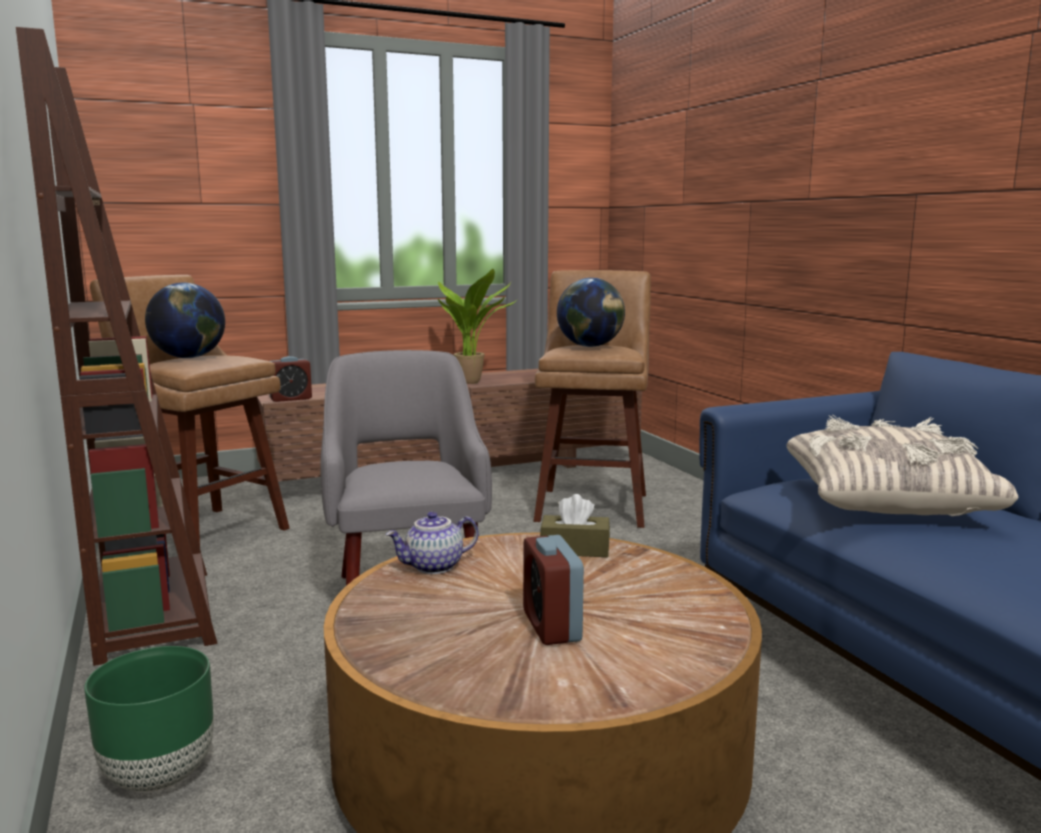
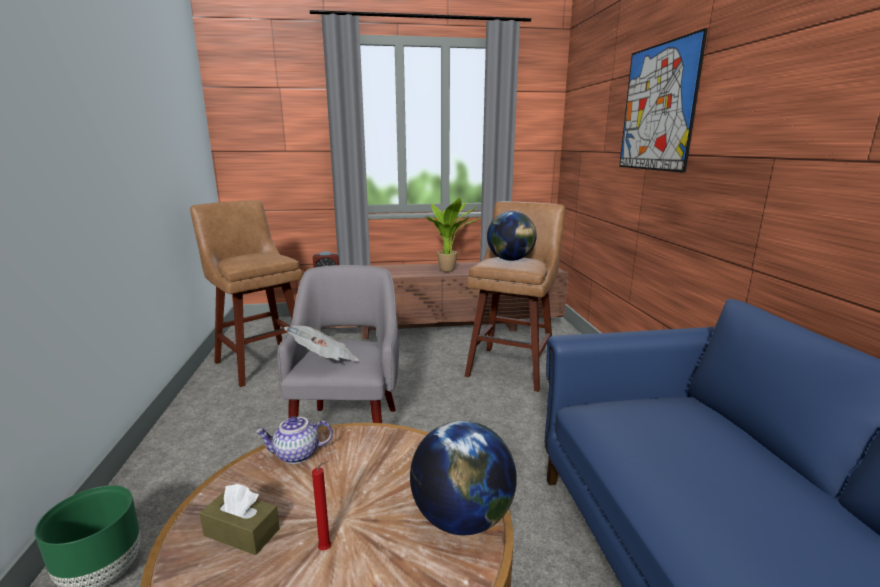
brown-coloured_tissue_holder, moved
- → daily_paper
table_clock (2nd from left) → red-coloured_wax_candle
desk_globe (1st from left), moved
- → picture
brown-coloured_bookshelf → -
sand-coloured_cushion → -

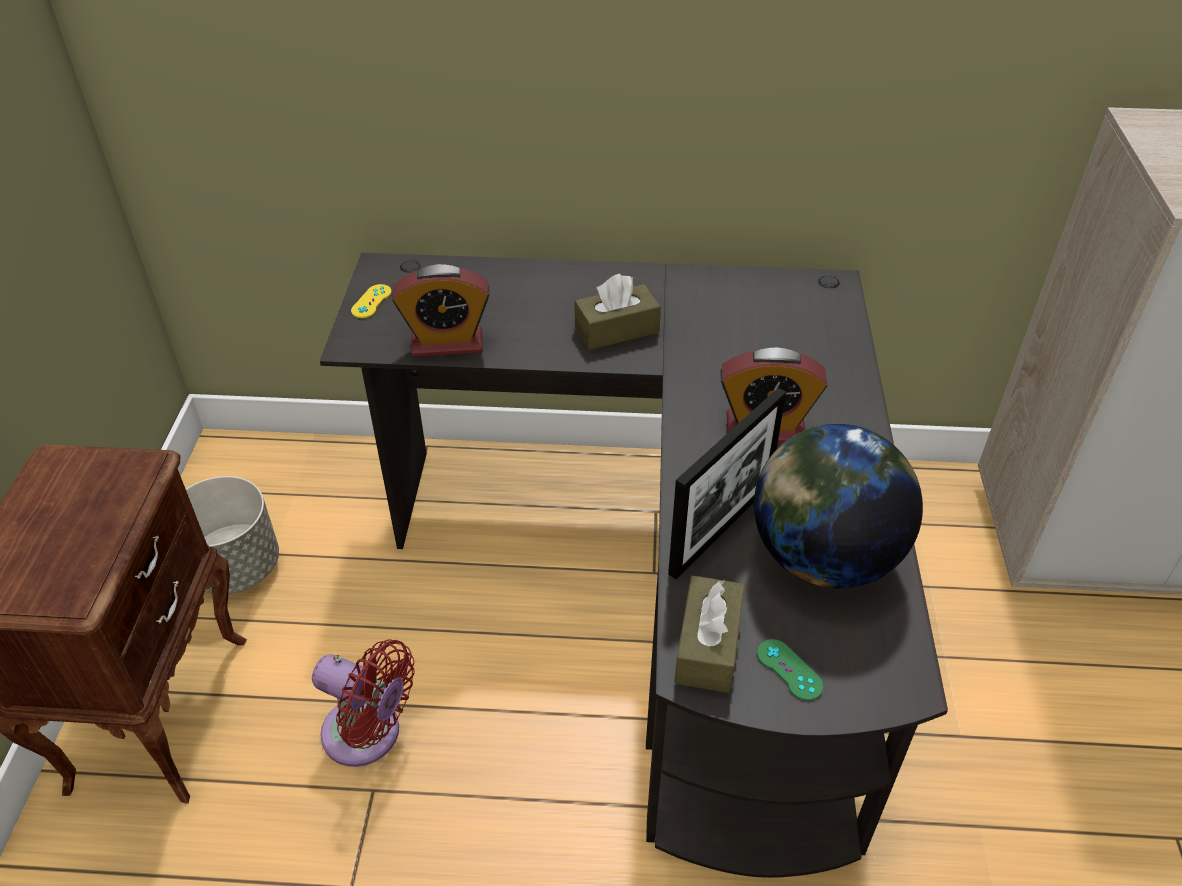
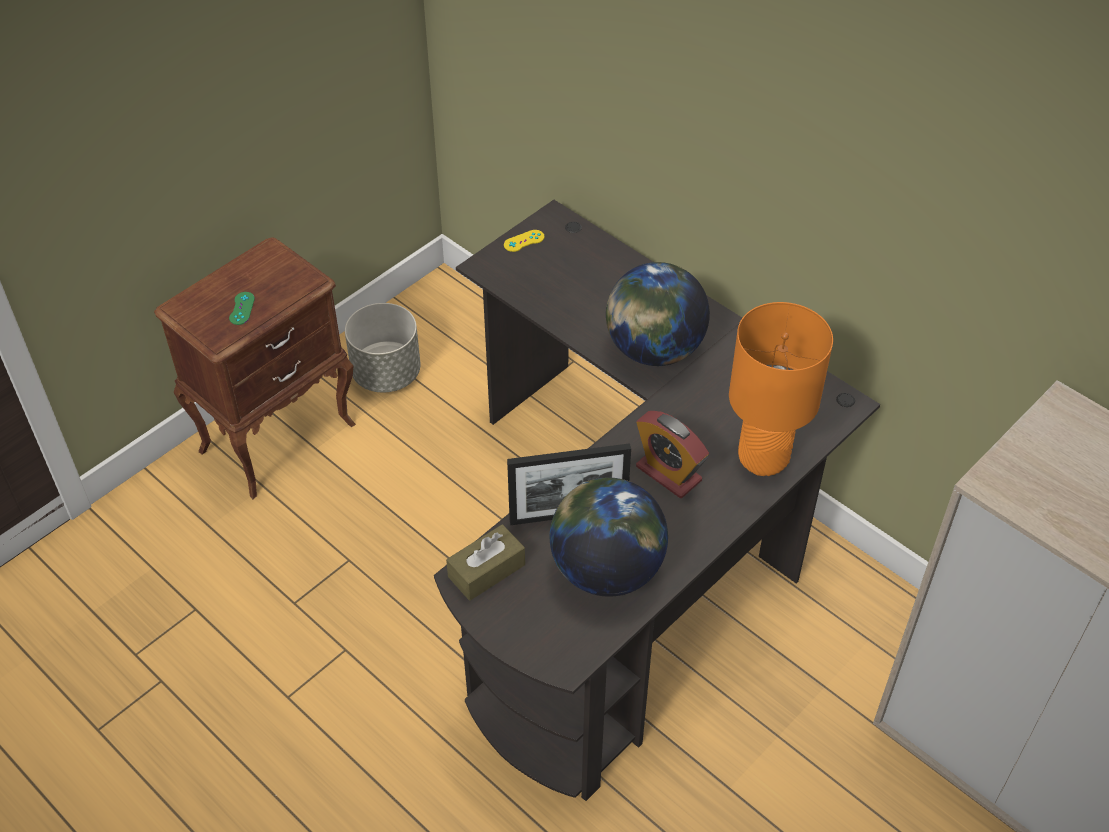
green_joypad, moved
brown-coloured_tissue_holder (1st from left) → desk_globe (2nd from left)
- → orange_table_lamp
red-coloured_cooling_fan → -
table_clock (1st from left) → -

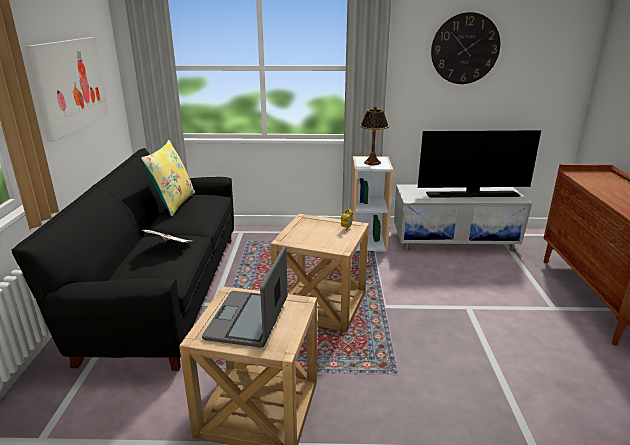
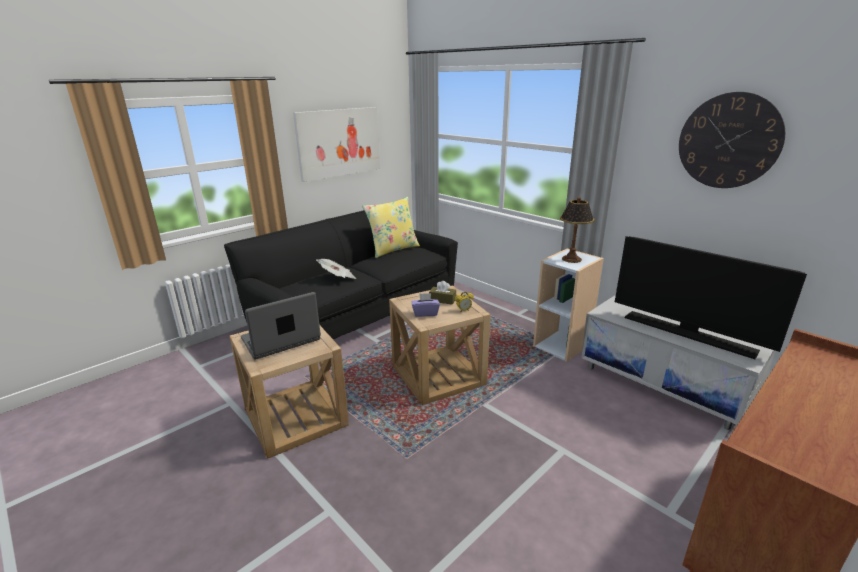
- → purple_tissue_holder
- → brown-coloured_tissue_holder

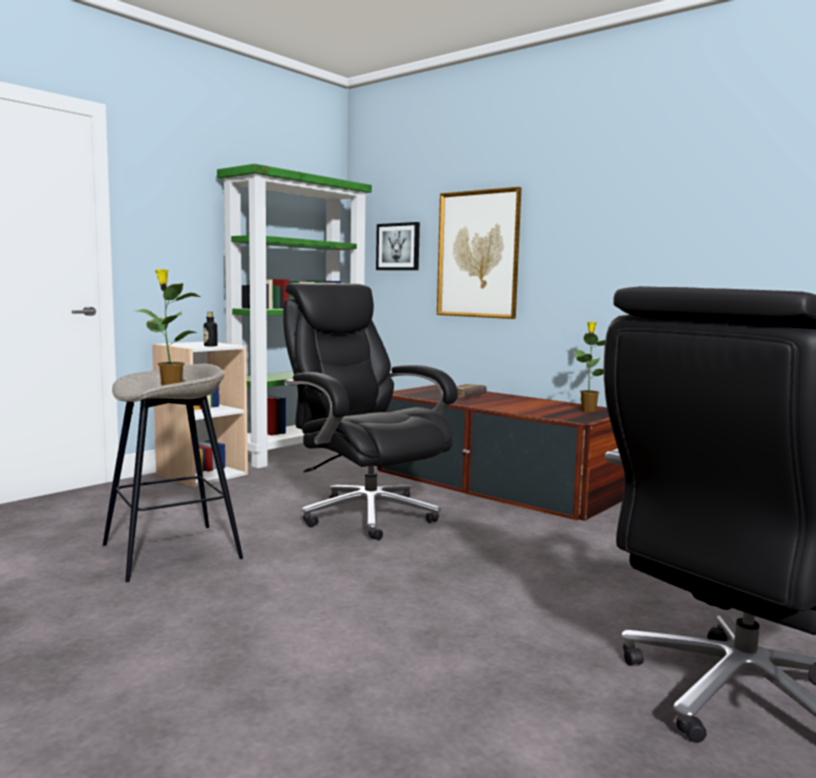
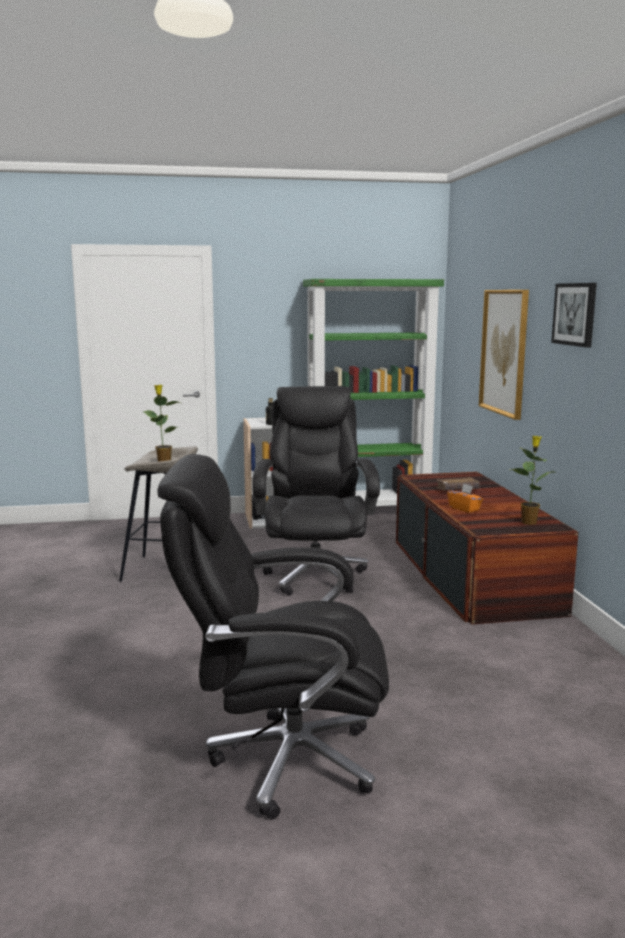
- → orange_tissue_holder
picture (1st from left in the first image) → picture (2nd from left), moved

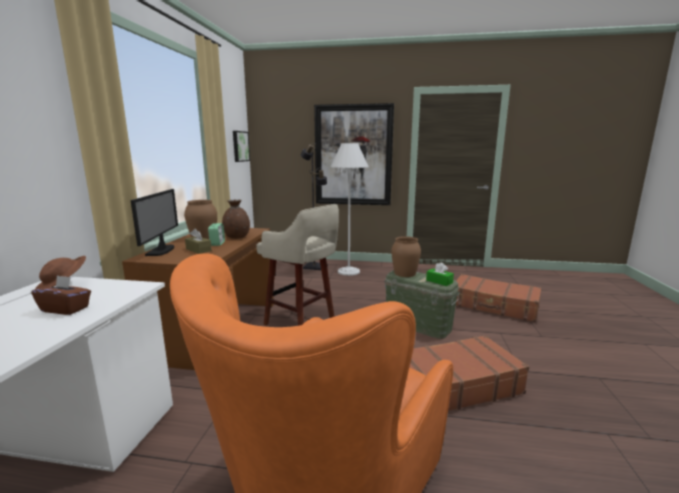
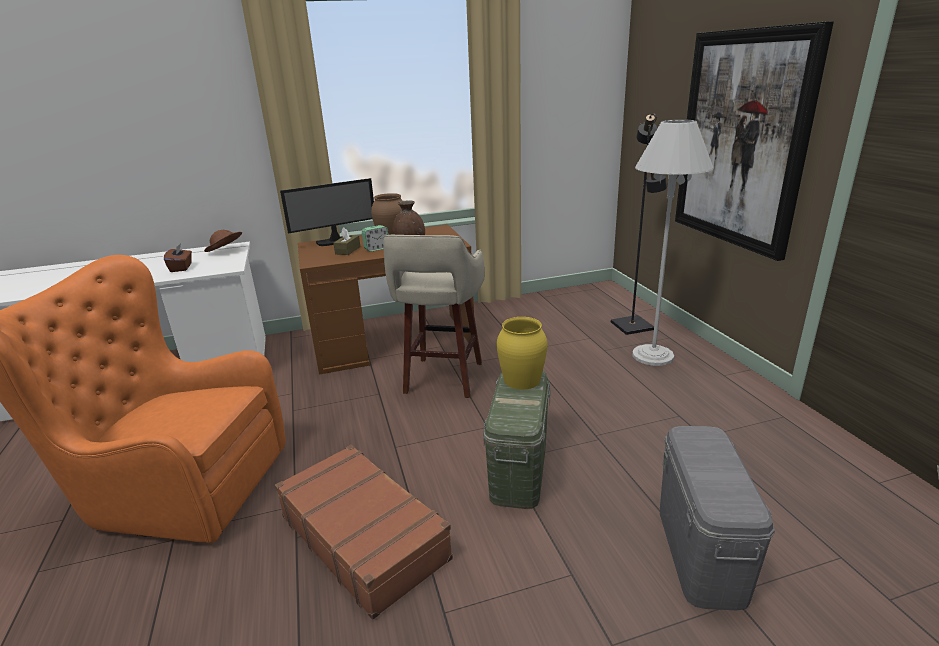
brown-coloured_decorative_vase (3rd from left) → yellow_decorative_vase
brown-coloured_suitcase (2nd from left) → gray_storage_bin
picture (1st from left) → -
green_tissue_holder → -

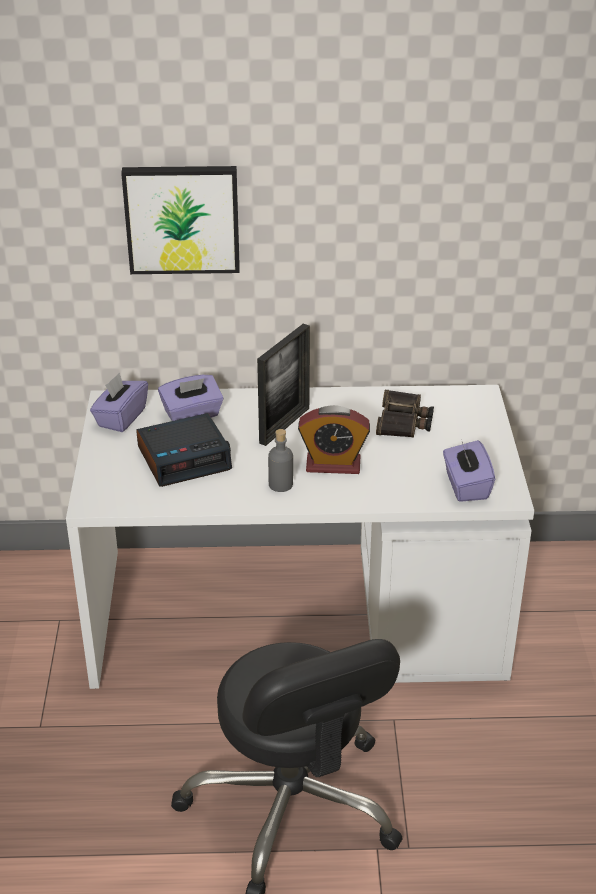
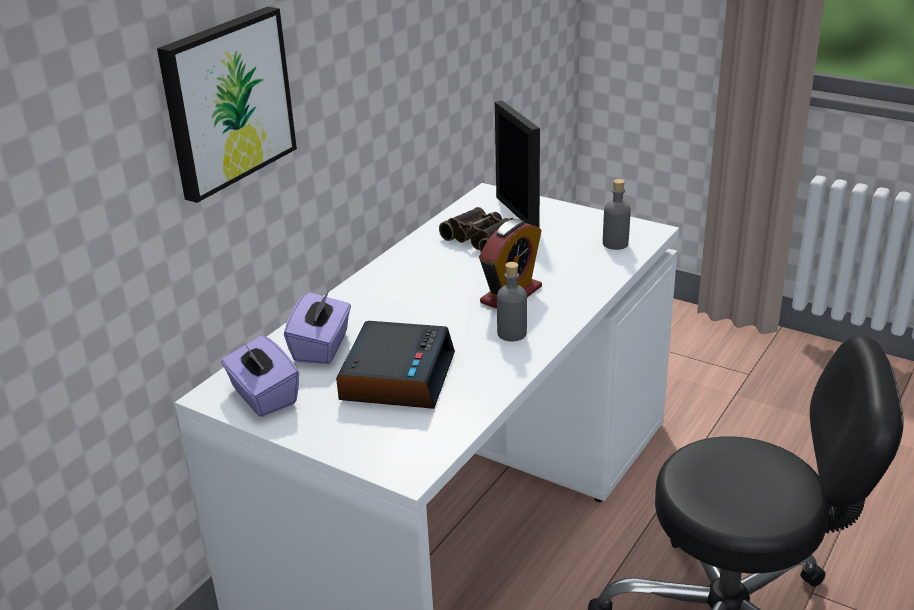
photo_frame, moved
purple_tissue_holder (3rd from left) → gray_beverage_bottle (2nd from left)

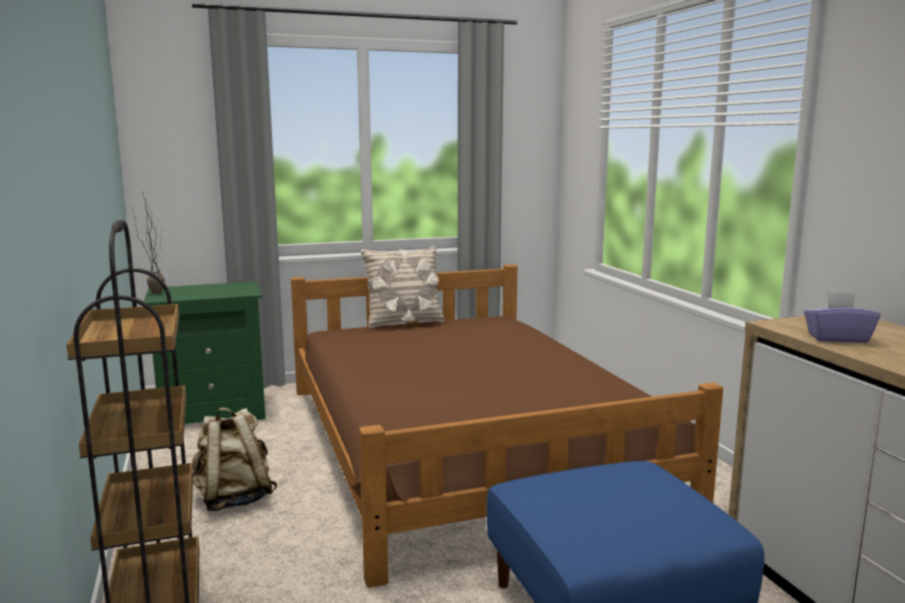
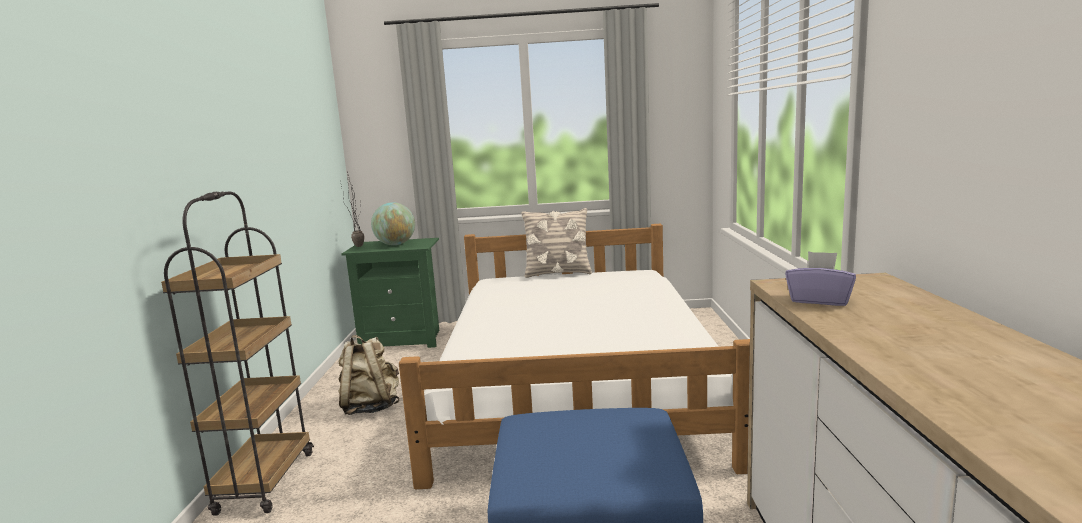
- → desk_globe
brown-coloured_bedroom_bed → white_bedroom_bed

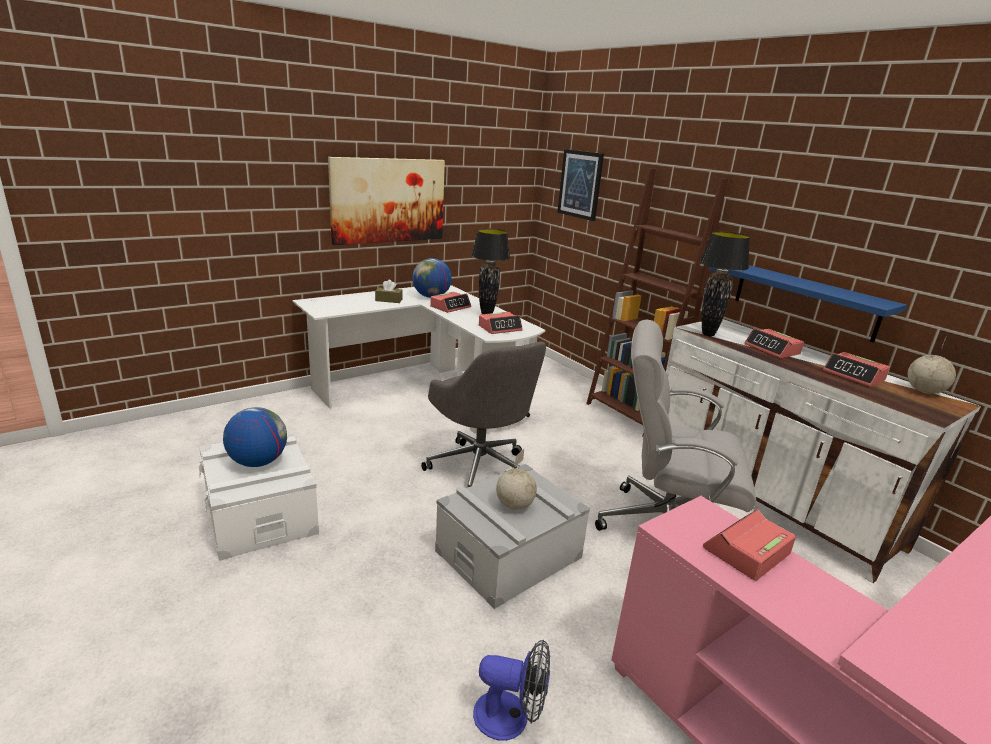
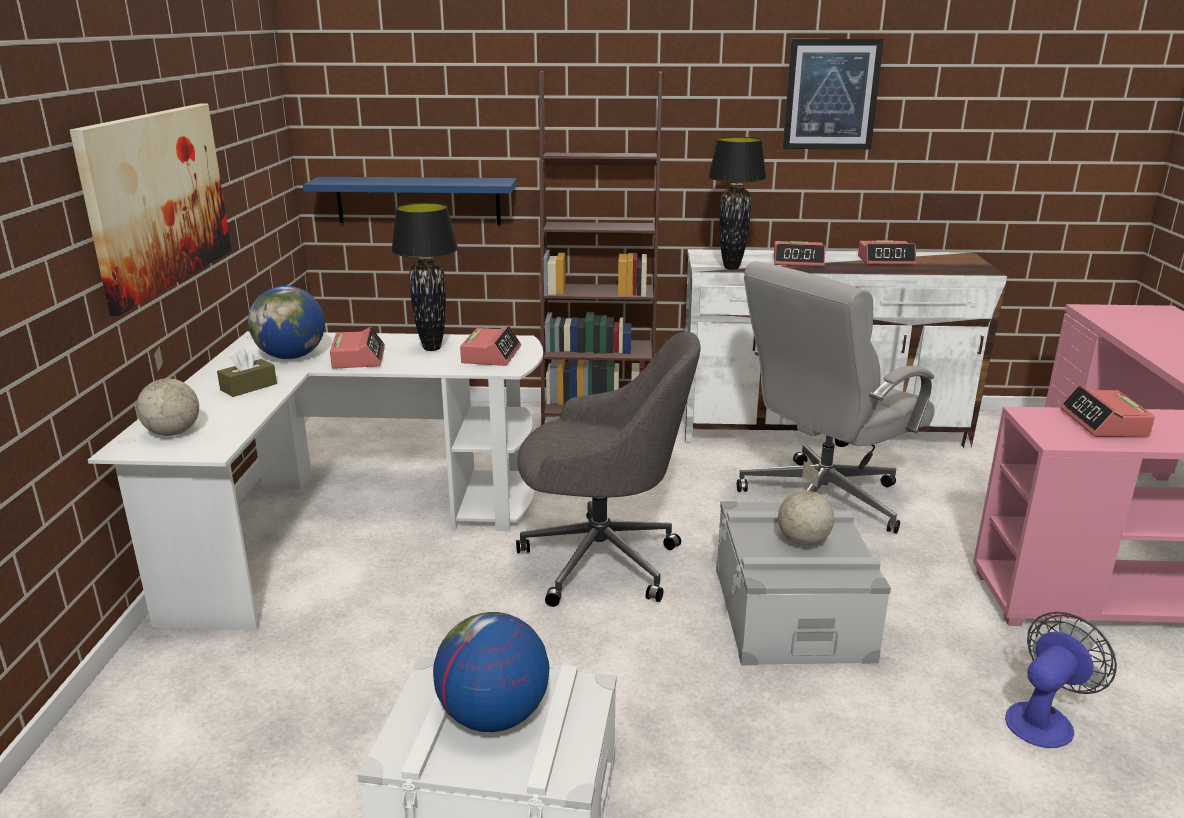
desk_globe (4th from left in the first image) → desk_globe (1st from left), moved
blue-coloured_shelf, moved
picture (2nd from left), moved

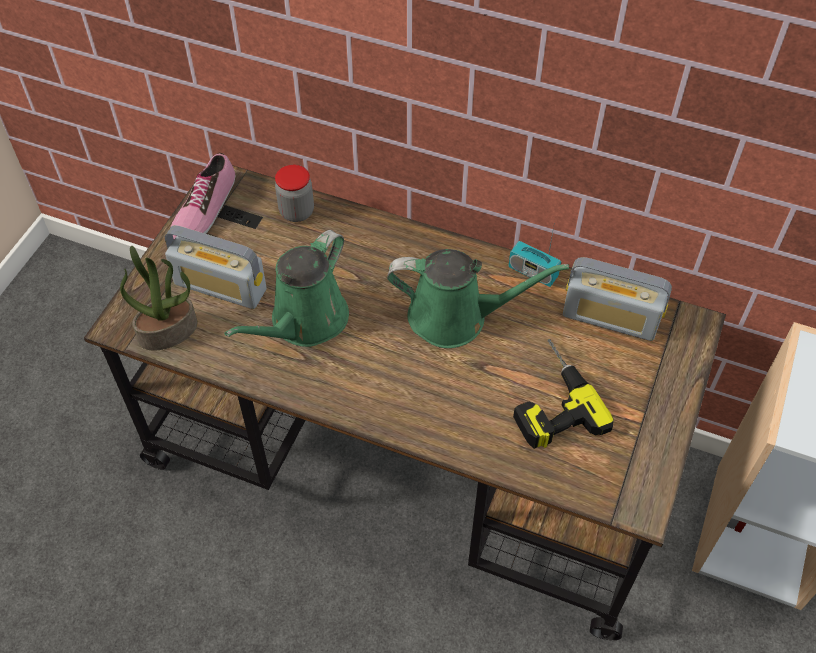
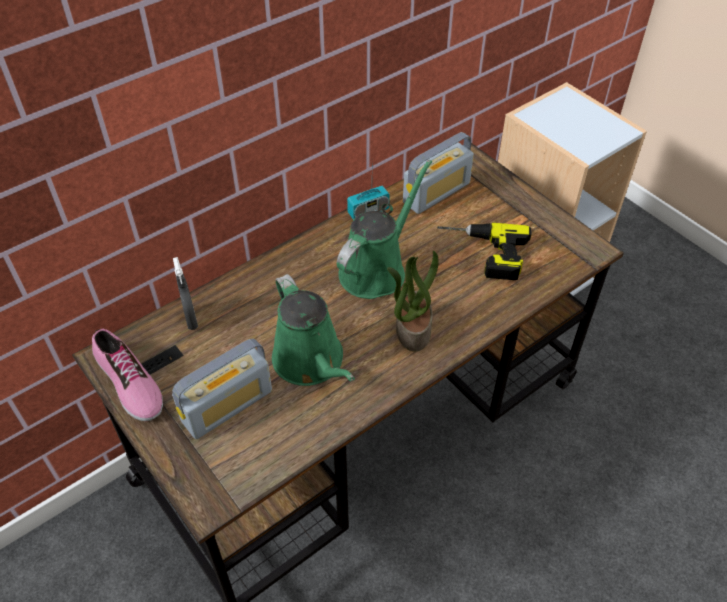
jar → gray_spray_bottle
plant_in_a_pot, moved

